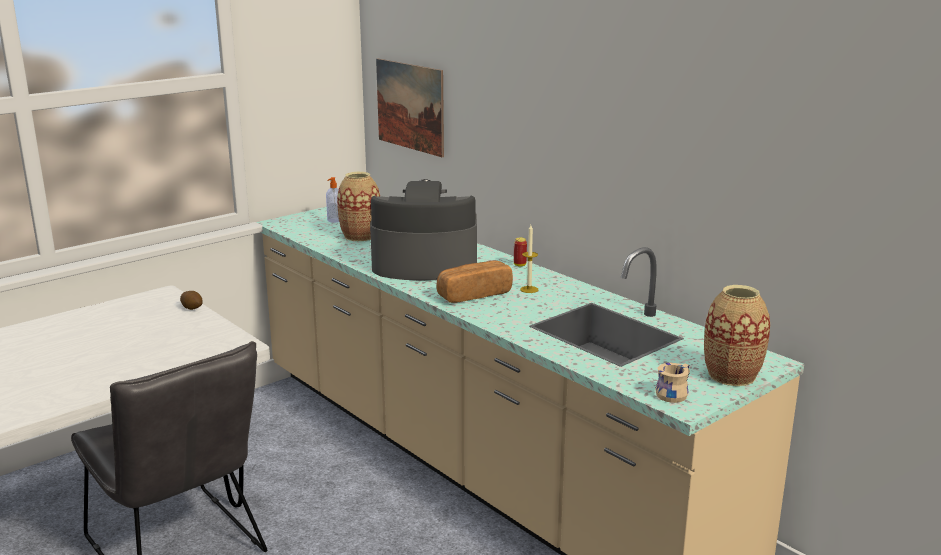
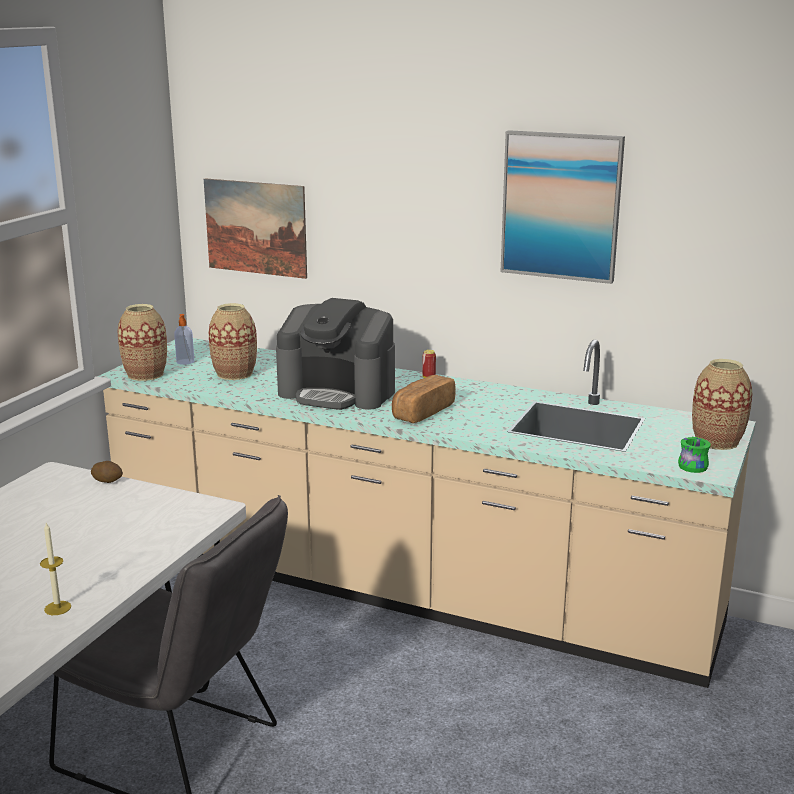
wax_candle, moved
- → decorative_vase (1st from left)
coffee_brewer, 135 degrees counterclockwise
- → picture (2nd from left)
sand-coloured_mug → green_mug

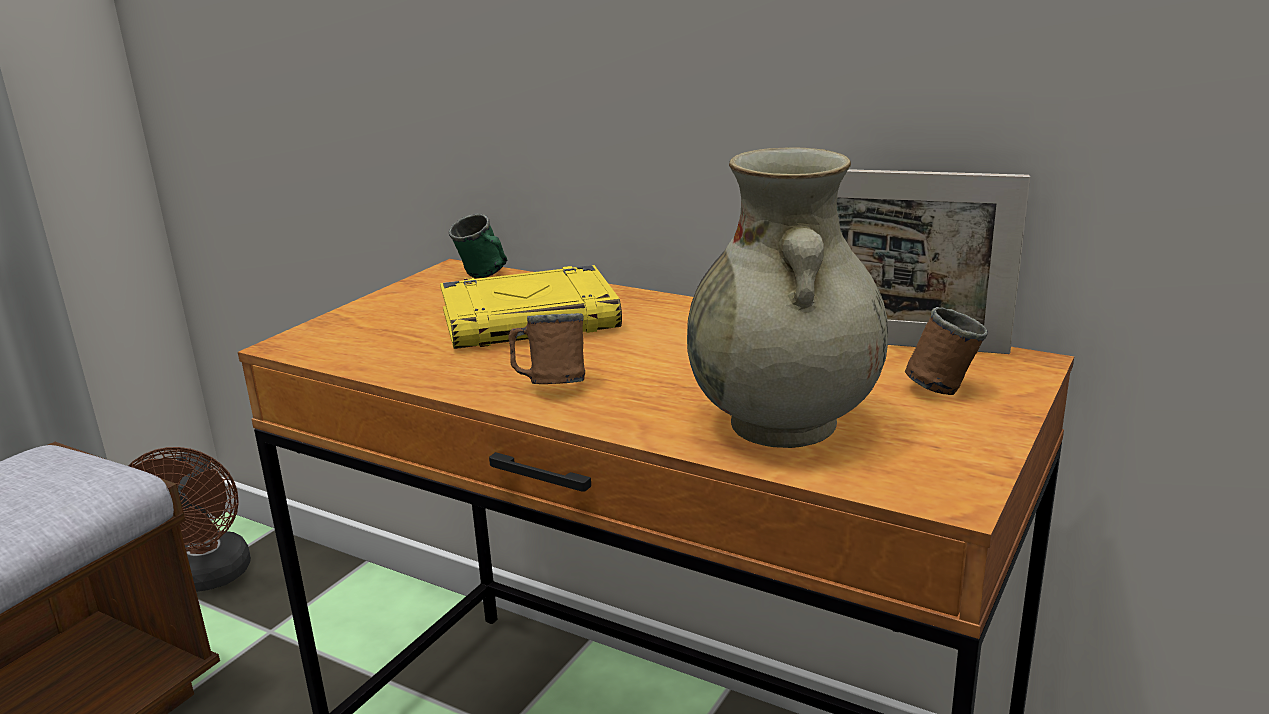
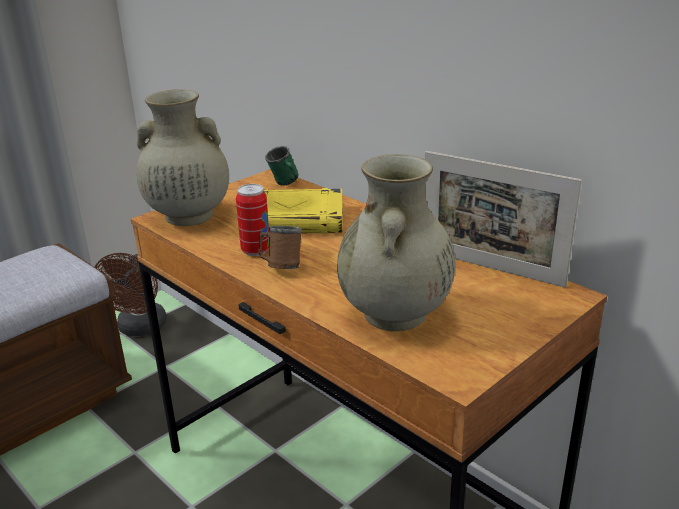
- → sand-coloured_decorative_vase (1st from left)
- → sealed_can
brown-coloured_mug (2nd from left) → -

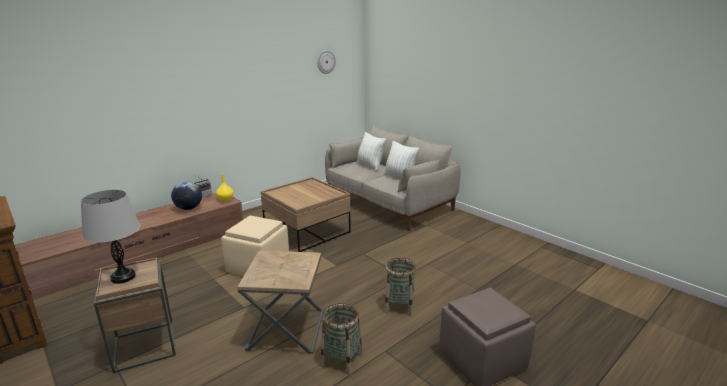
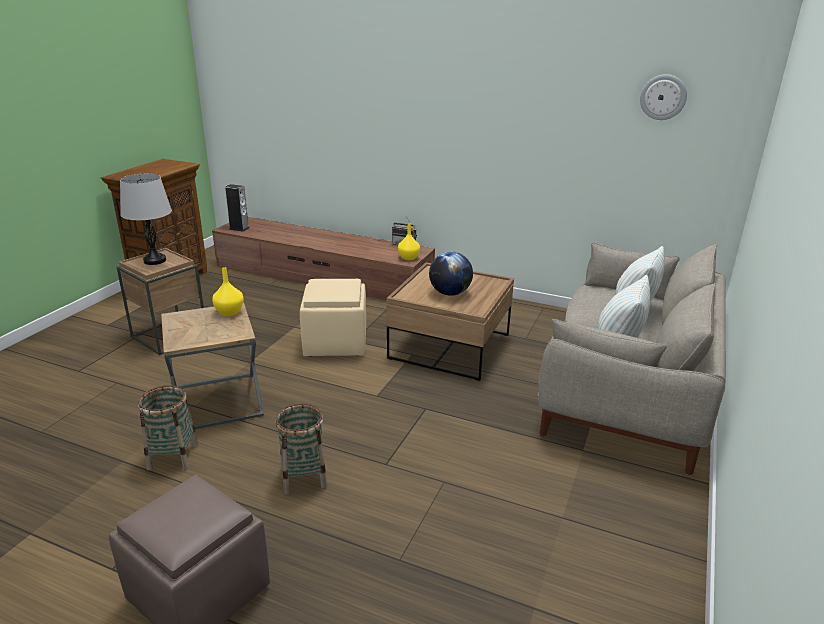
- → yellow_decorative_vase (1st from left)
- → speaker
desk_globe, moved

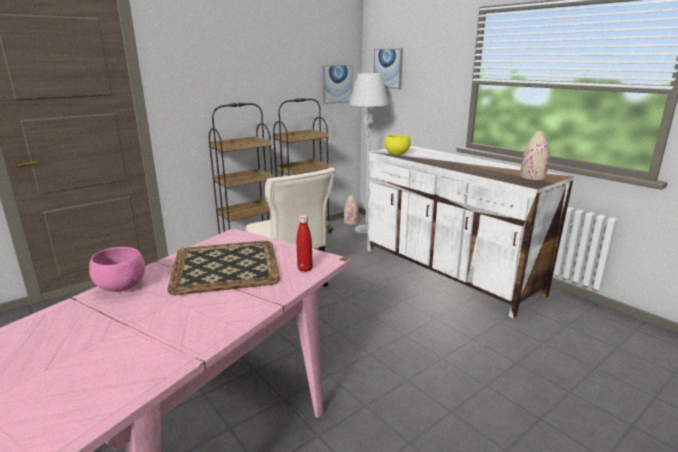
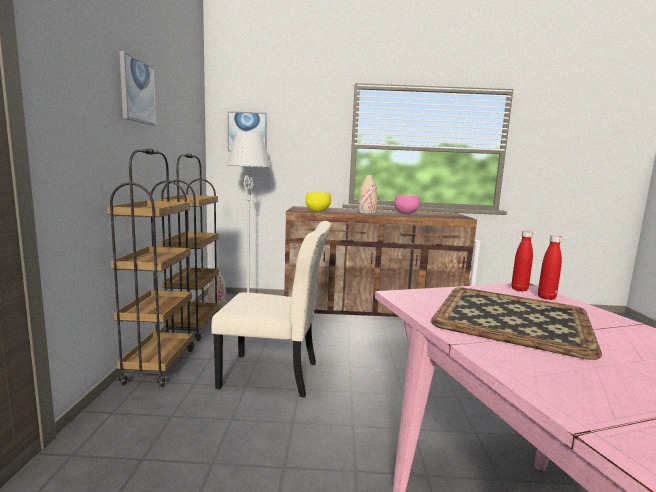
picture (1st from left), moved
white_cupboard → brown-coloured_cupboard
sand-coloured_decorative_vase (2nd from left), moved
pink_bowl, moved
- → red-coloured_beverage_bottle (1st from left)

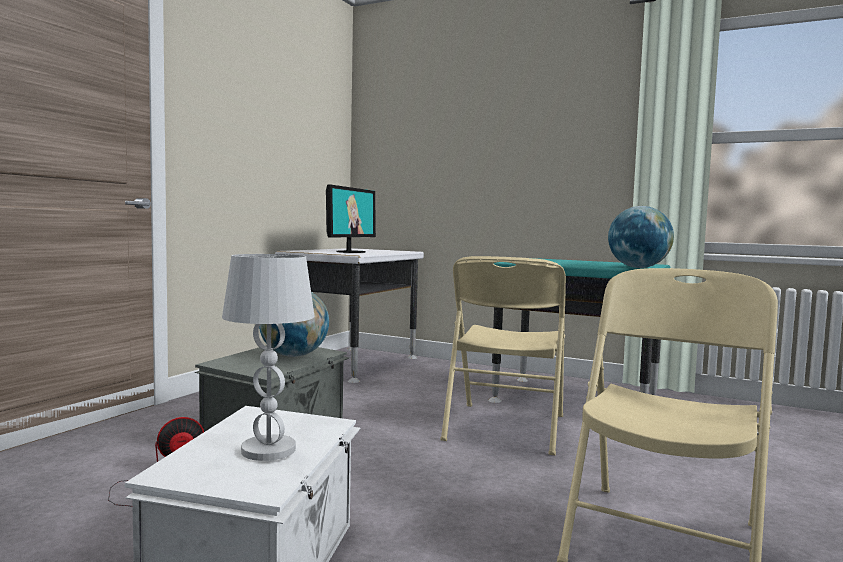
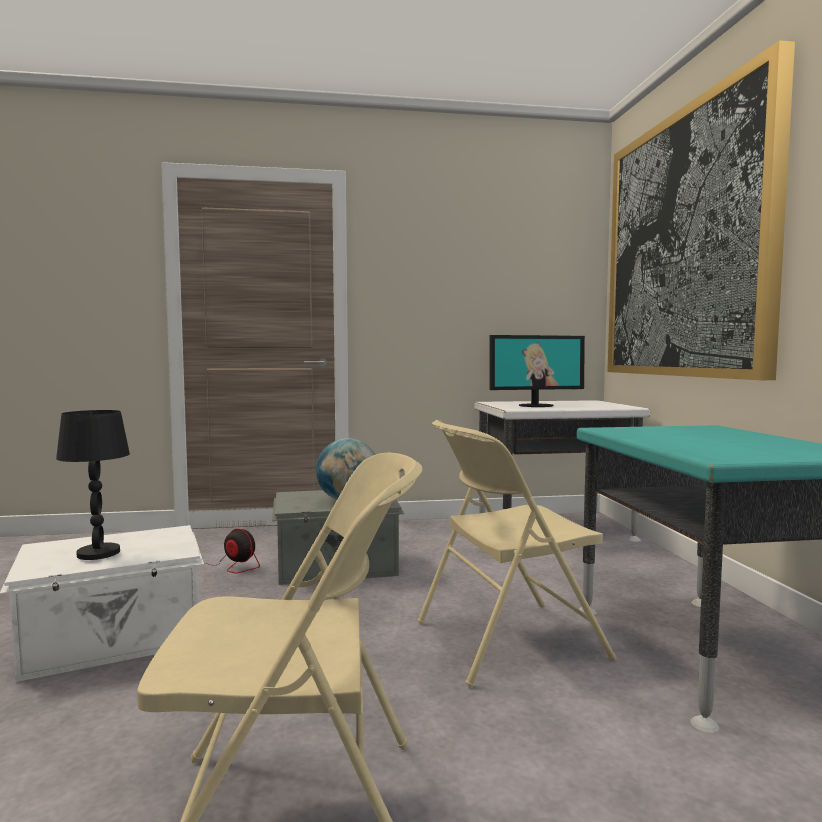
white_table_lamp → black-coloured_table_lamp
- → picture
desk_globe (2nd from left) → -

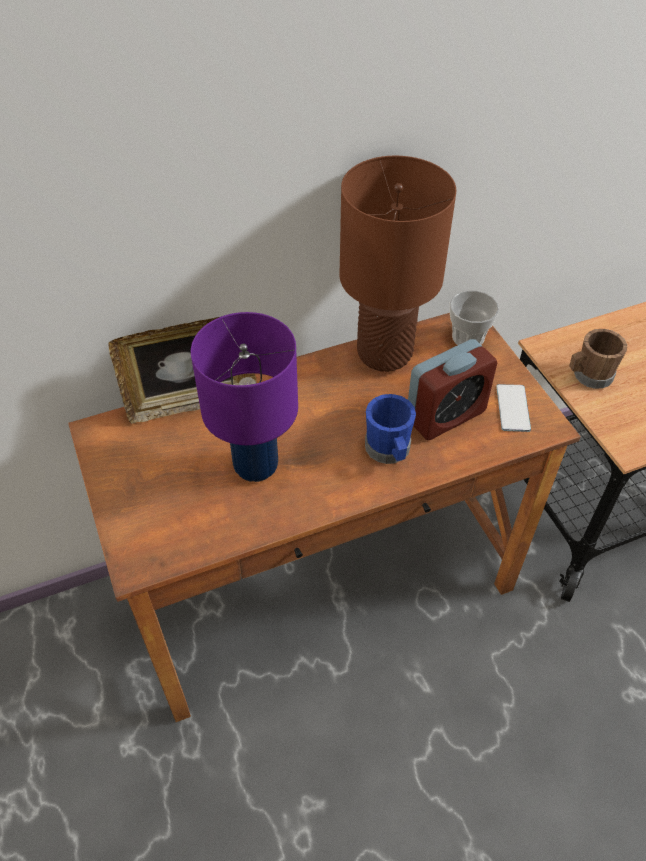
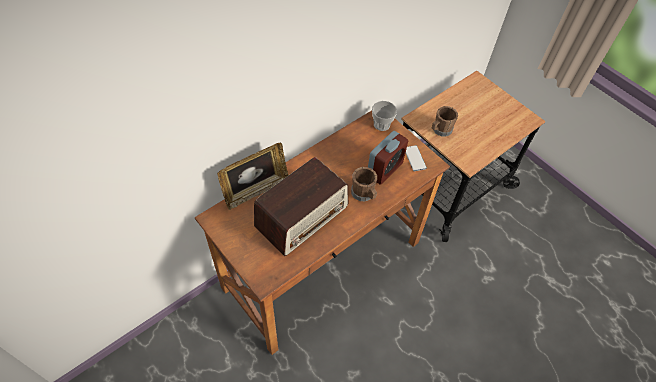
purple_table_lamp → radio
blue-coloured_mug → brown-coloured_mug (1st from left)
brown-coloured_table_lamp → -

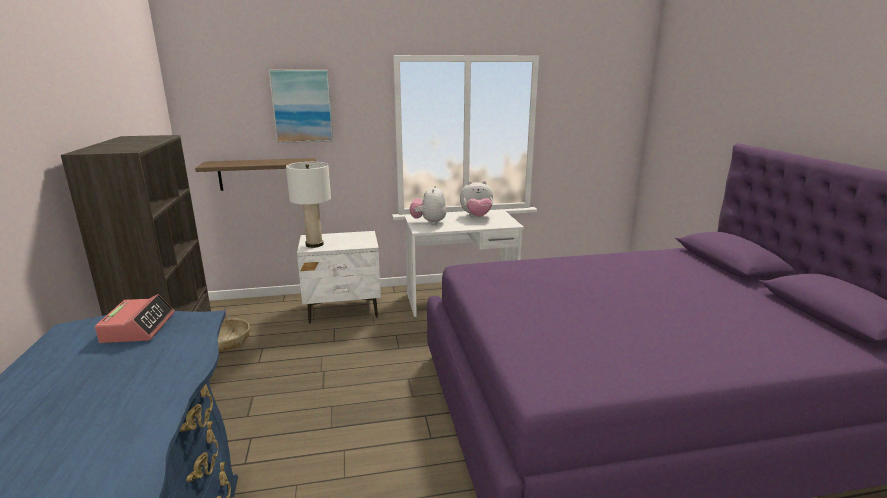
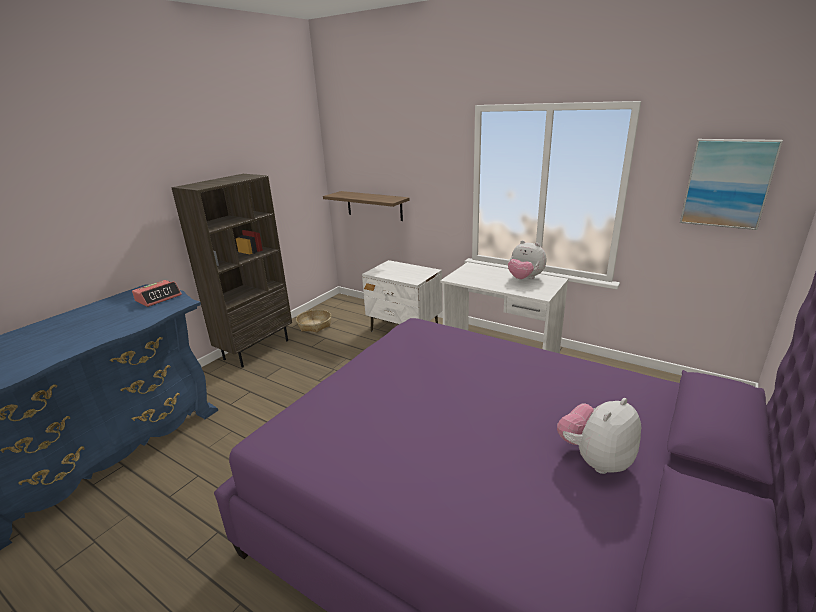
soft_toy (1st from left in the first image) → soft_toy (2nd from left), moved
picture, moved
white_table_lamp → -

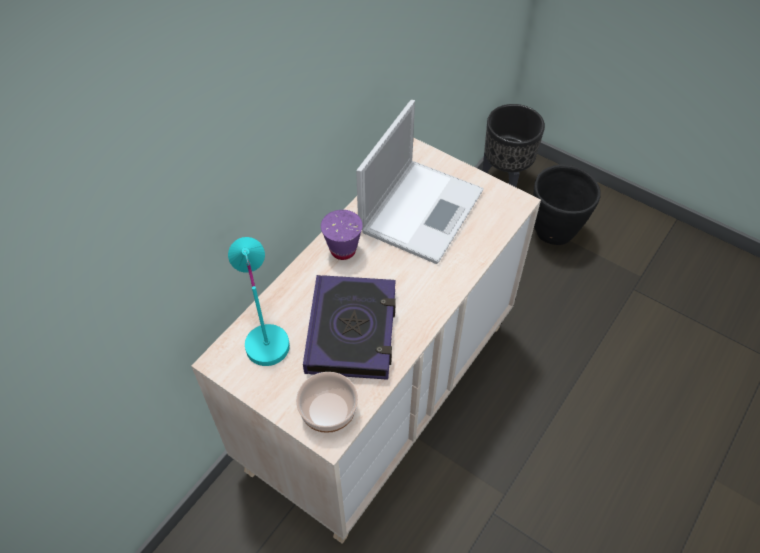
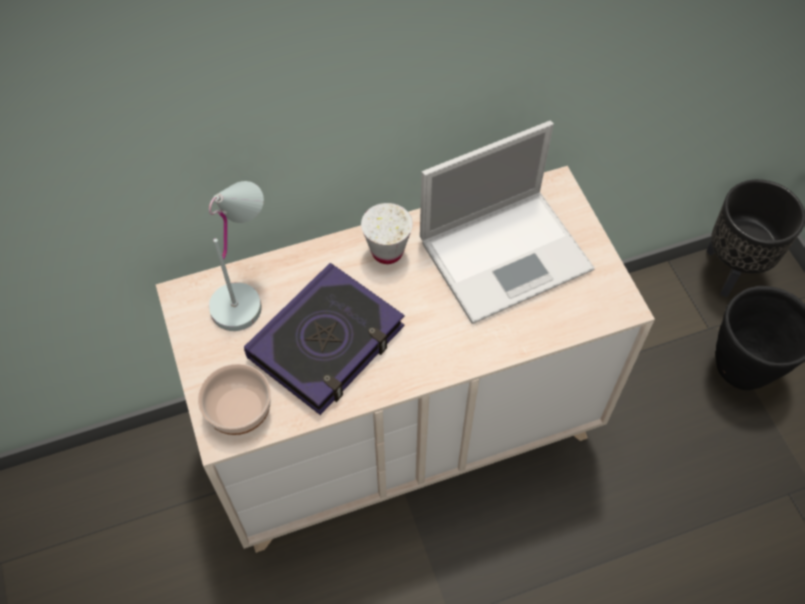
turquoise-coloured_table_lamp → white_table_lamp
purple_cup → white_cup

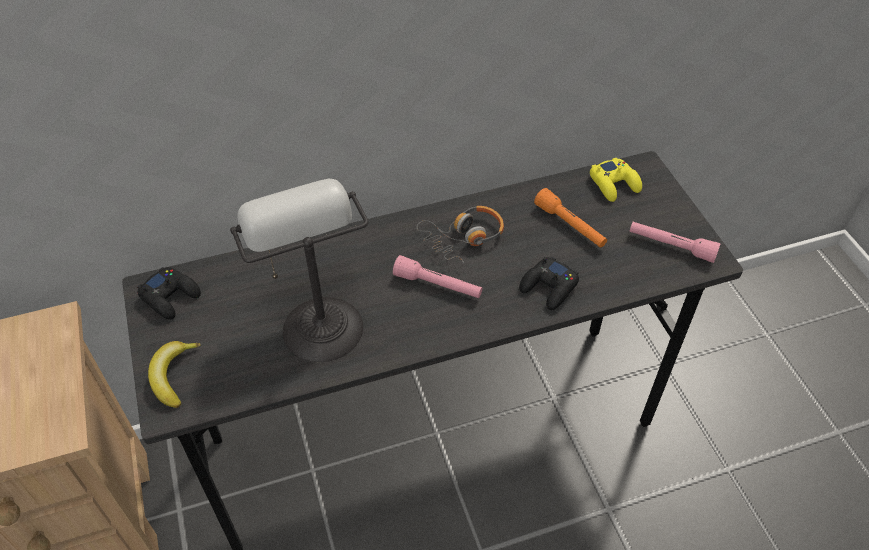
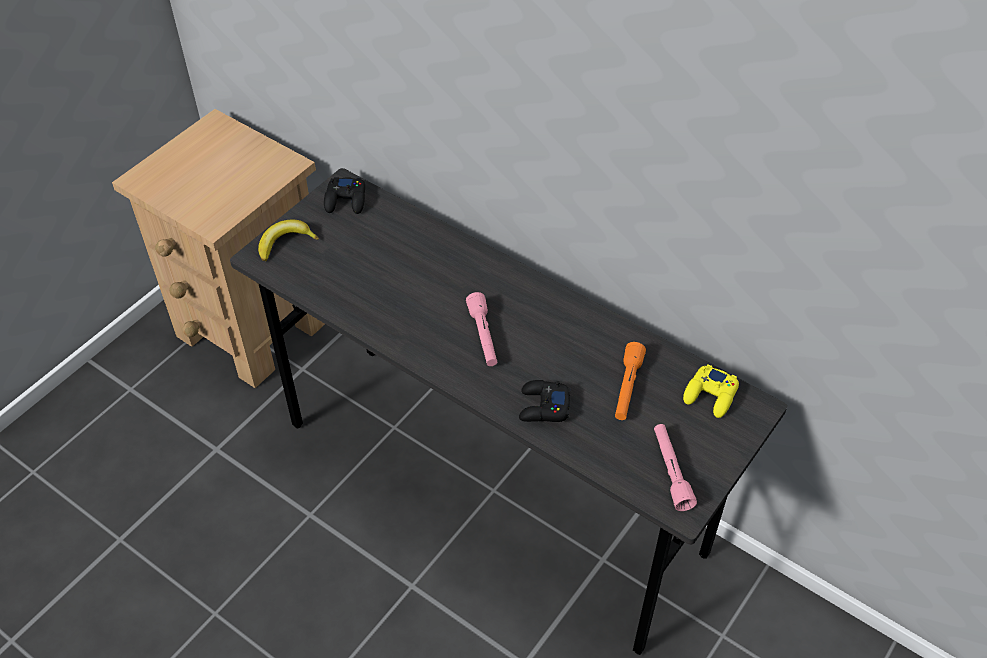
table_lamp → -
pair_of_headphones → -

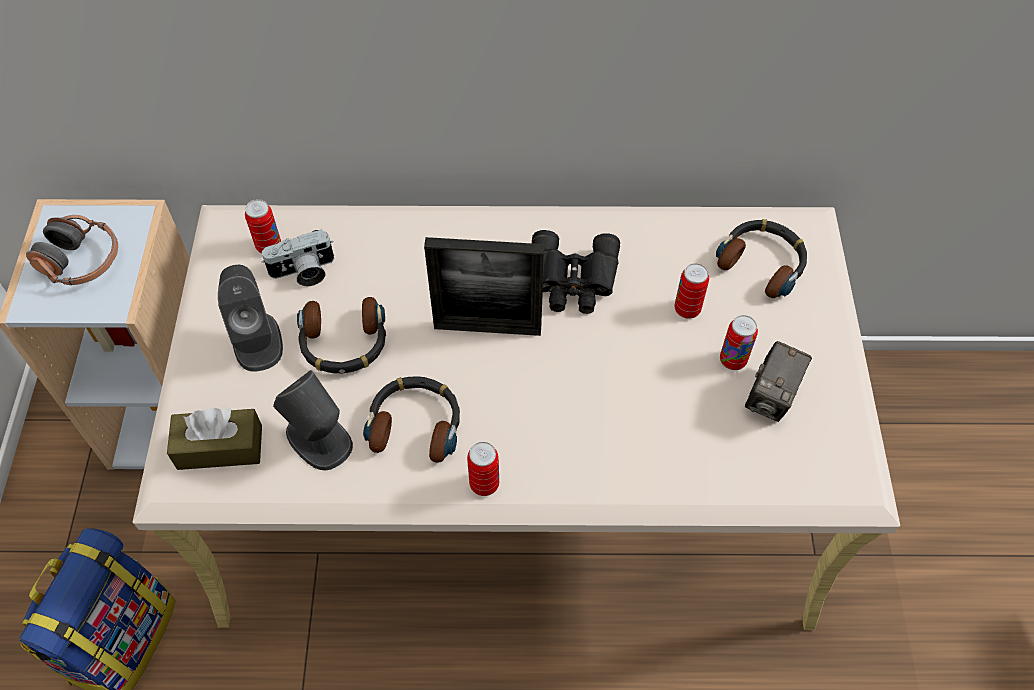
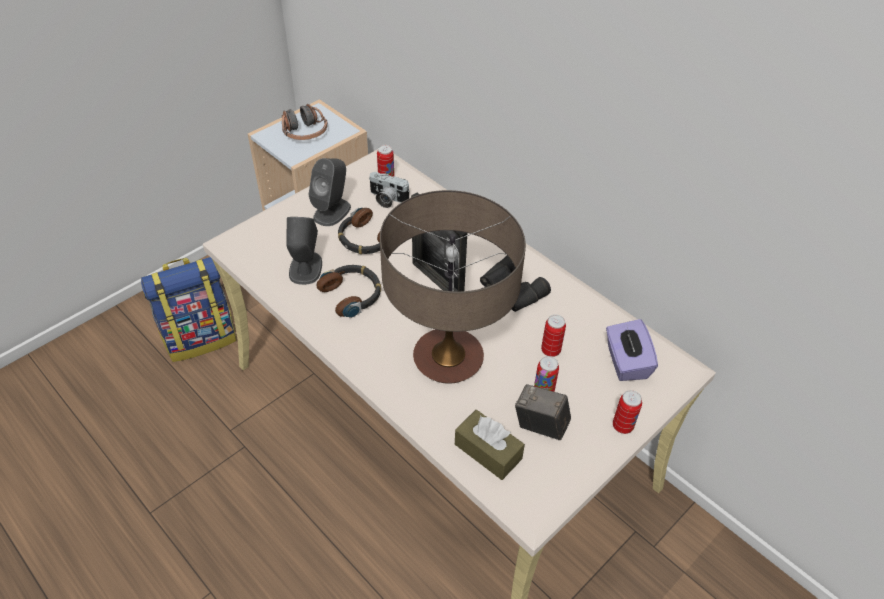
- → table_lamp
brown-coloured_tissue_holder, moved
still_camera (2nd from left), 45 degrees clockwise
pair_of_headphones (4th from left) → purple_tissue_holder
sealed_can (2nd from left in the first image) → sealed_can (4th from left), moved

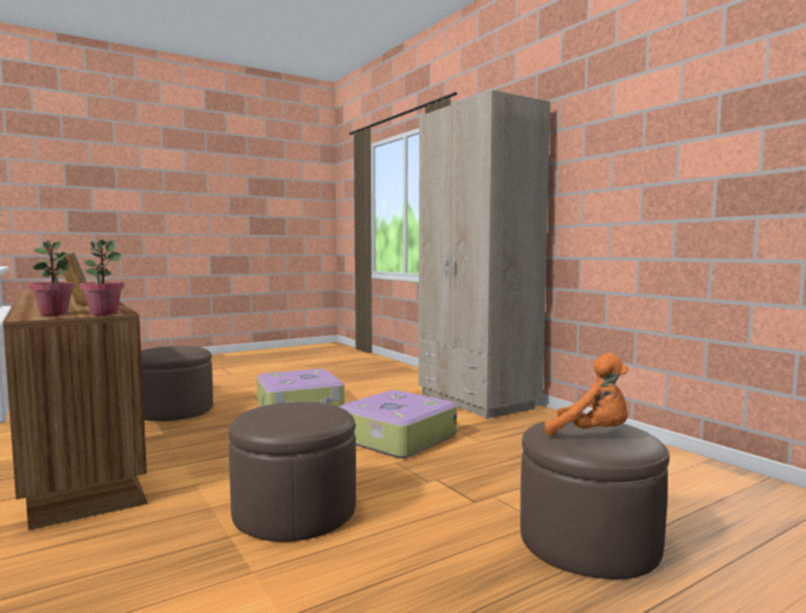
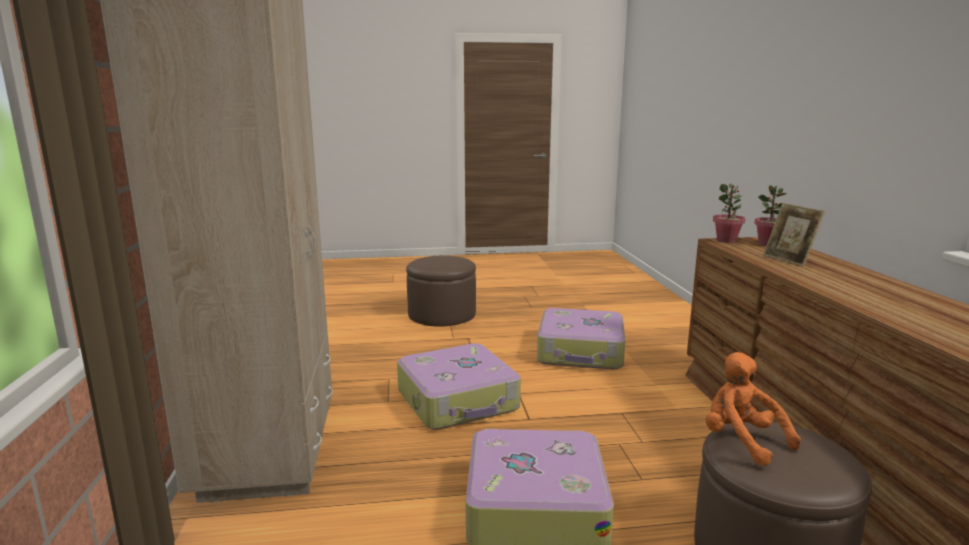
brown-coloured_pouffe (2nd from left) → suitcase (3rd from left)
orange_soft_toy, moved

